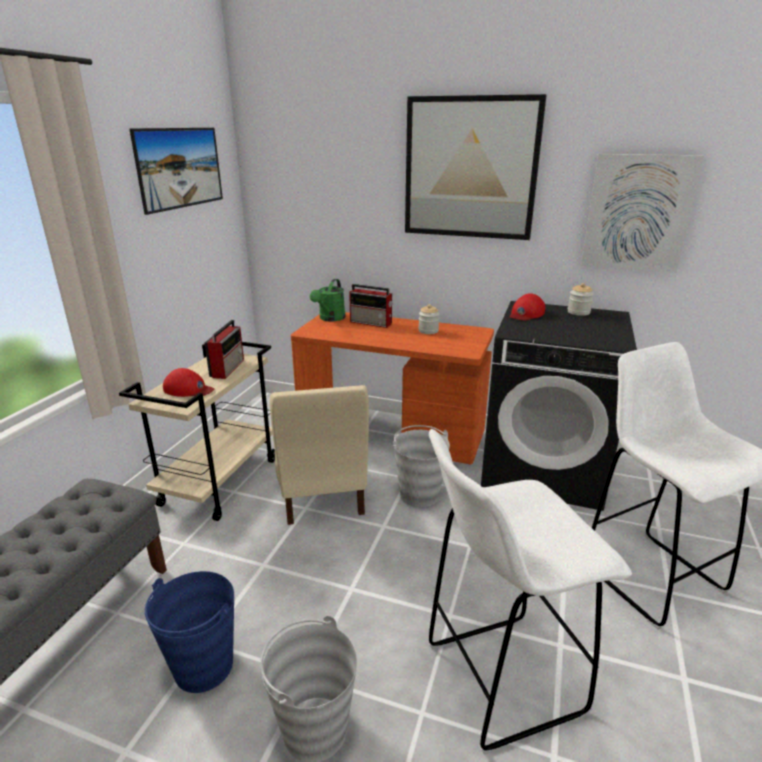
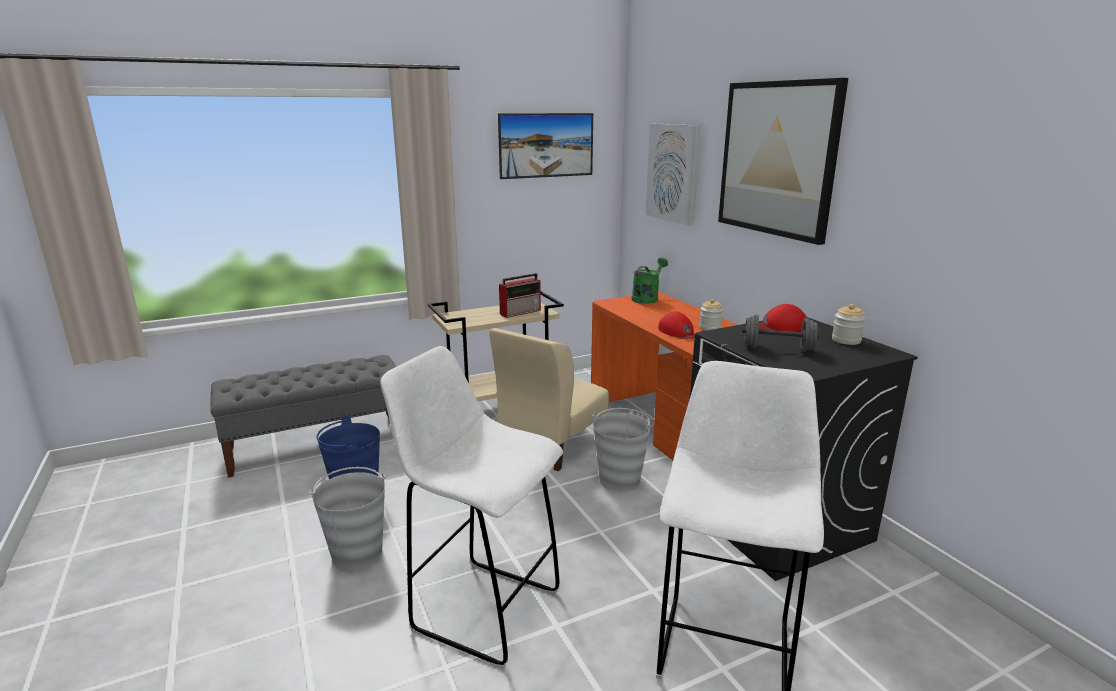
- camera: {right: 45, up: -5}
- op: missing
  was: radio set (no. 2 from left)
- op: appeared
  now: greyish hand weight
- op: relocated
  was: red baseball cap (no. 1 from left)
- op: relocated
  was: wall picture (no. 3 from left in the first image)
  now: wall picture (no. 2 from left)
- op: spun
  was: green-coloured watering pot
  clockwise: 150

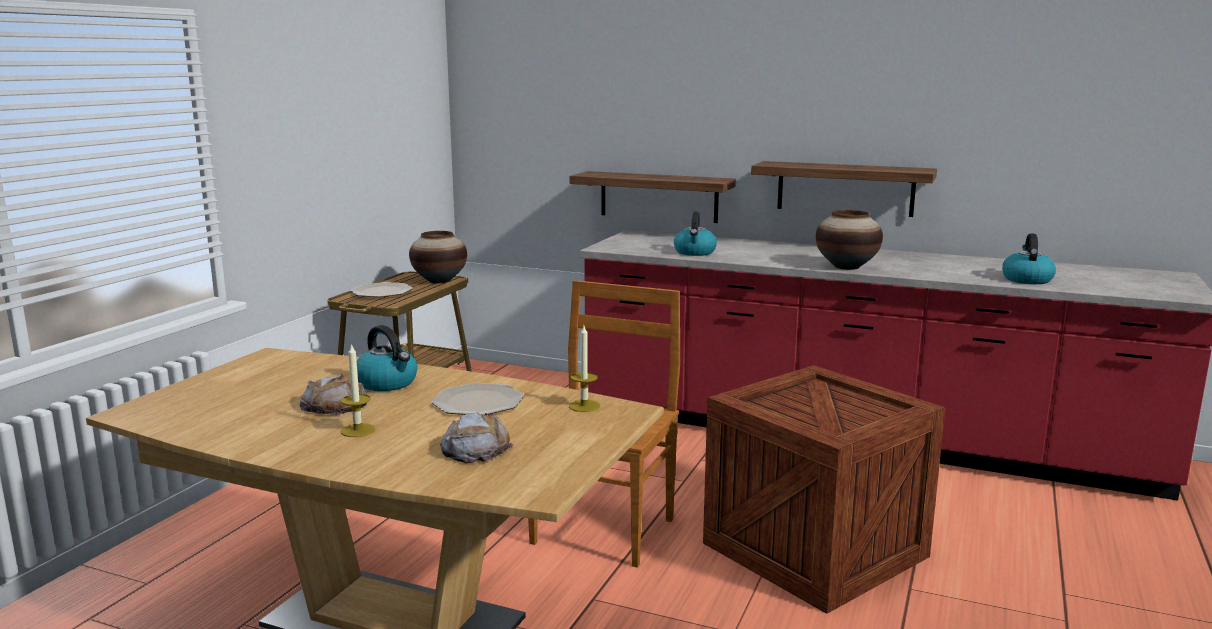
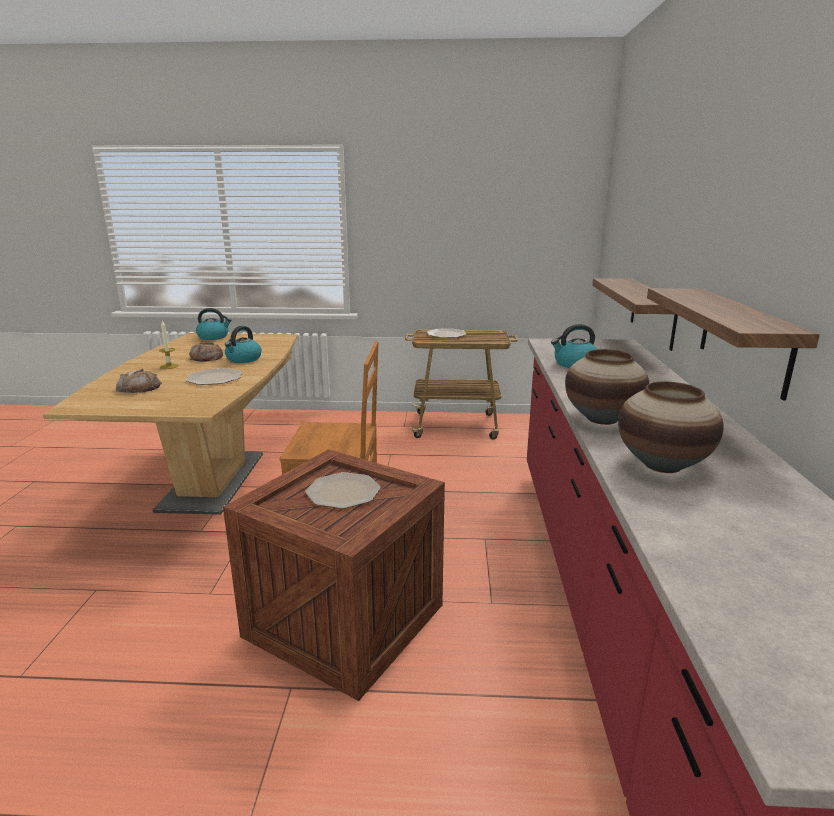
- camera: {right: 70, up: 5}
- op: missing
  was: wax light (no. 2 from left)
- op: appeared
  now: plate (no. 2 from left)
- op: relocated
  was: vase (no. 1 from left in the first image)
  now: vase (no. 2 from left)
- op: relocated
  was: water kettle (no. 3 from left in the first image)
  now: water kettle (no. 1 from left)

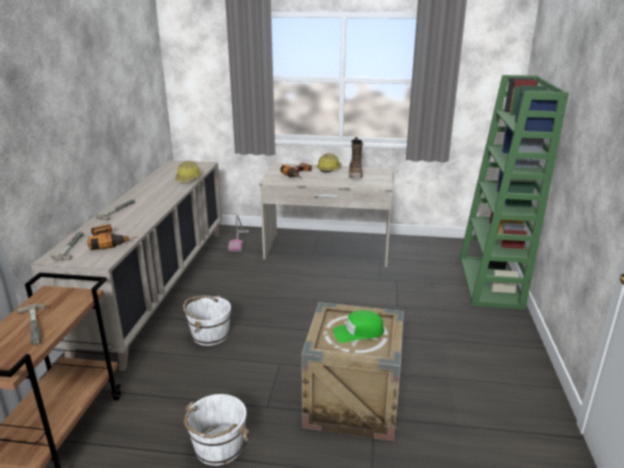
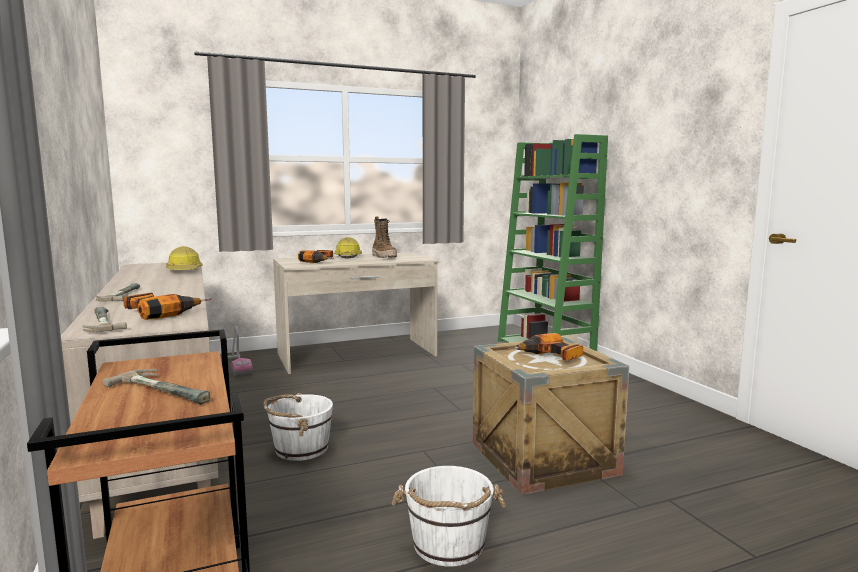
- camera: {right: -30, up: -15}
- op: exchanged
  was: green-coloured baseball cap
  now: electric drill (no. 3 from left)

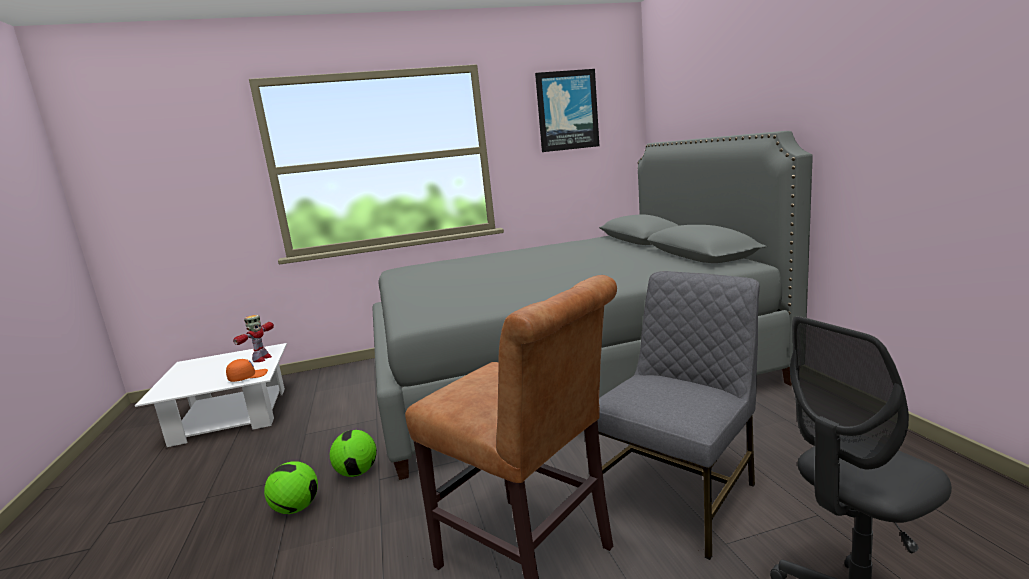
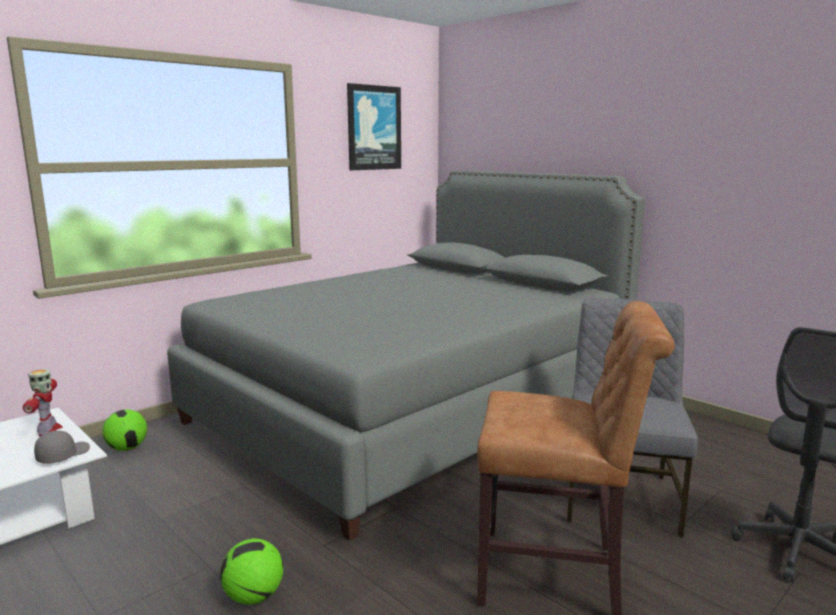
- camera: {right: -30, up: 0}
- op: relocated
  was: football (no. 2 from left in the first image)
  now: football (no. 1 from left)
- op: colour
  was: orange baseball cap
  now: greyish baseball cap

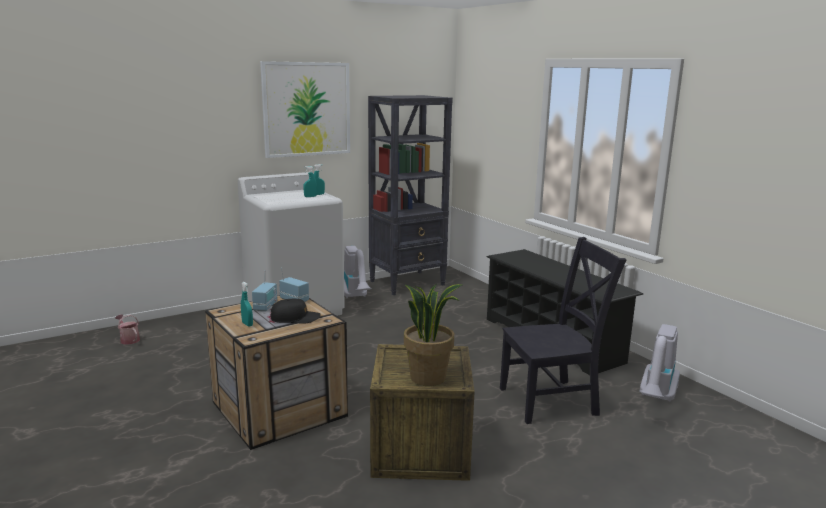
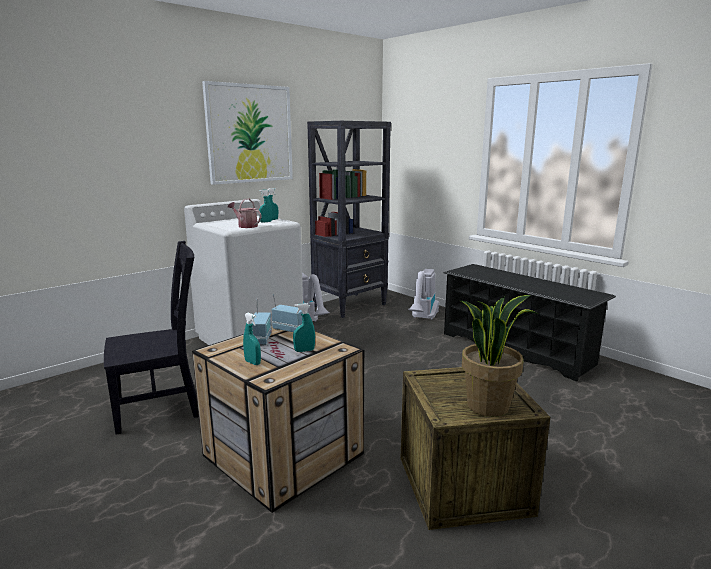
- camera: {right: -10, up: 0}
- op: relocated
  was: watering pot
- op: relocated
  was: black upright chair
- op: relocated
  was: vacuum (no. 2 from left)
- op: exchanged
  was: black baseball cap
  now: blue-green spray bottle (no. 4 from left)

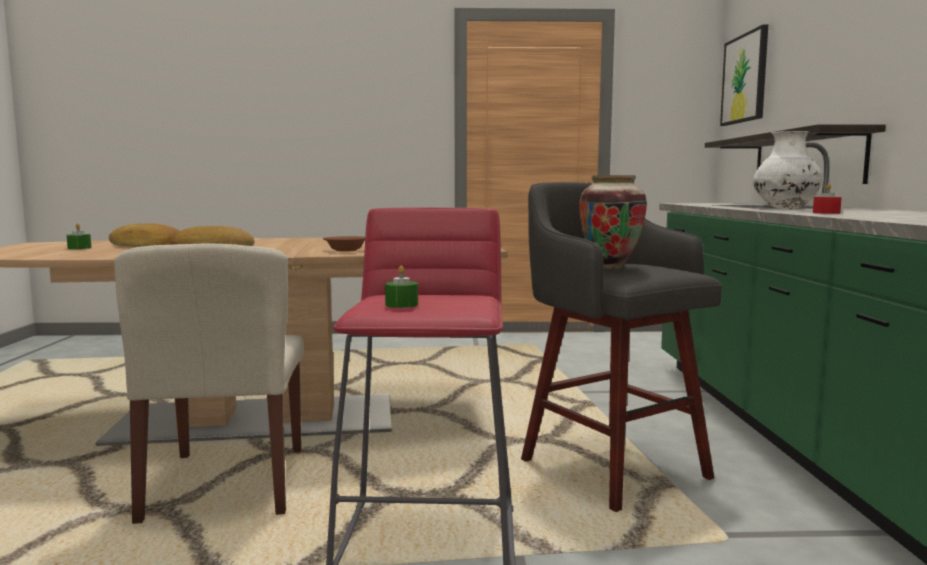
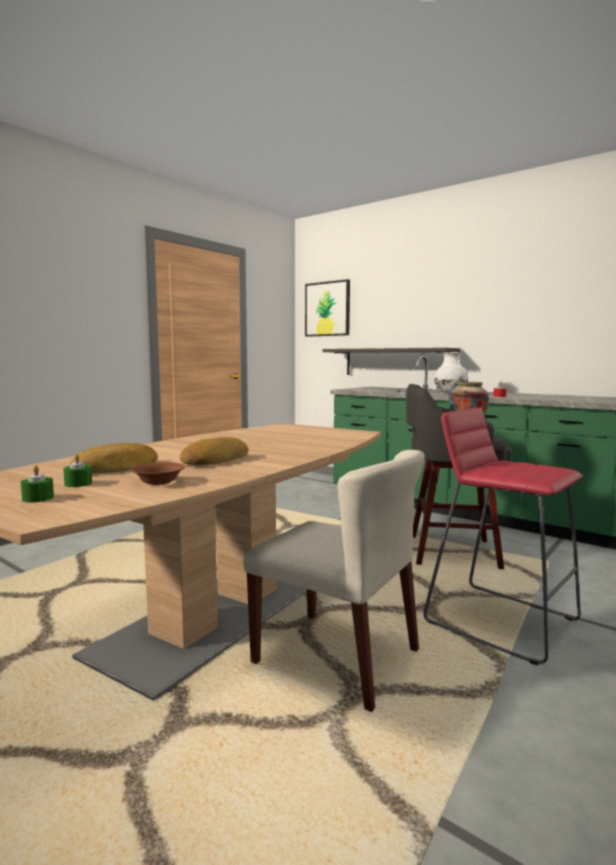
- camera: {right: -50, up: 0}
- op: relocated
  was: brown serving bowl
- op: relocated
  was: green-coloured wax light (no. 2 from left in the first image)
  now: green-coloured wax light (no. 1 from left)

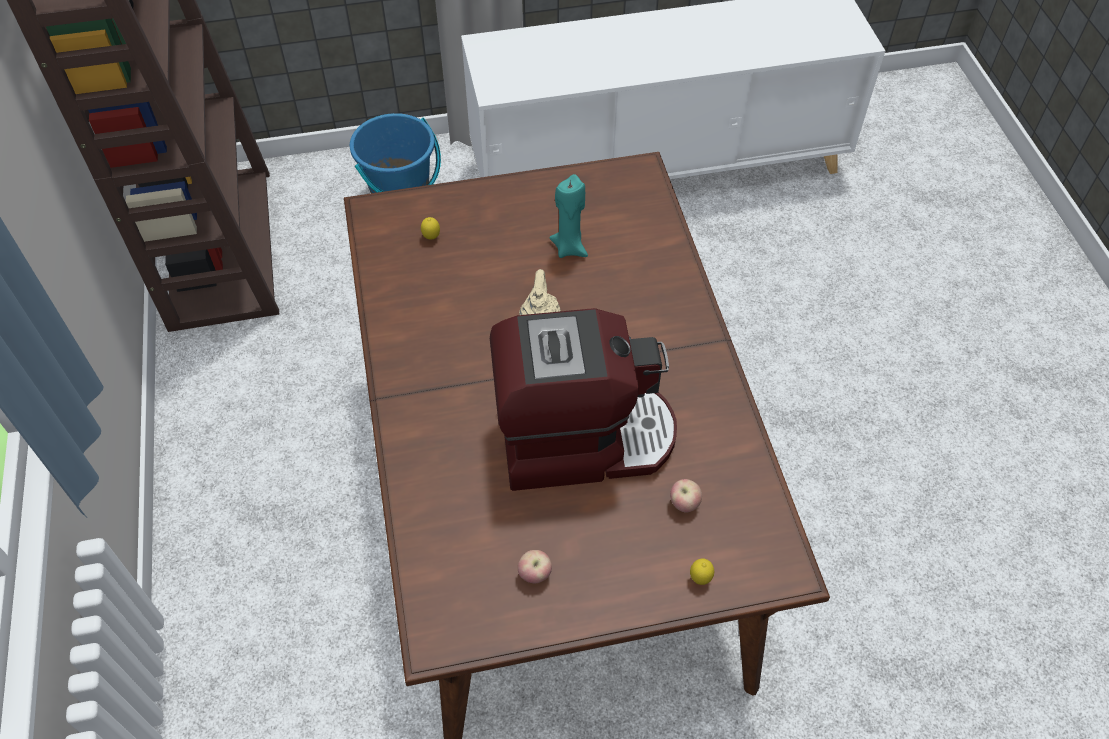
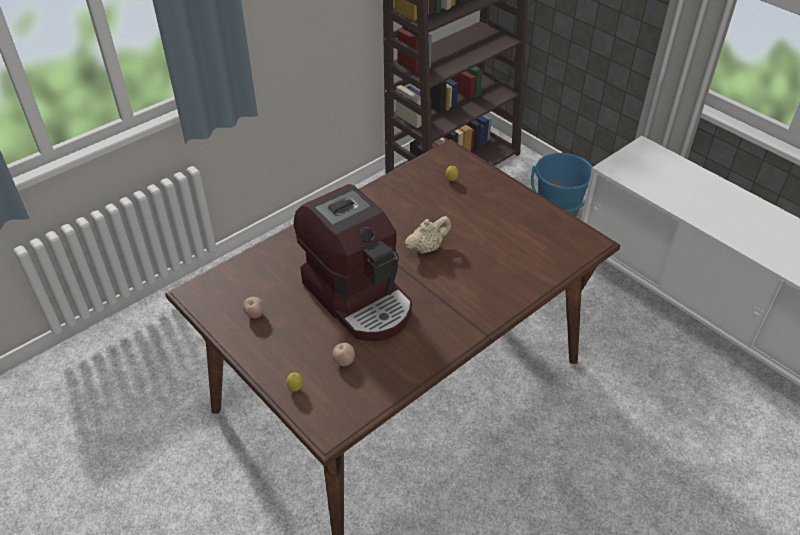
- camera: {right: 60, up: -10}
- op: missing
  was: blue-green wax light

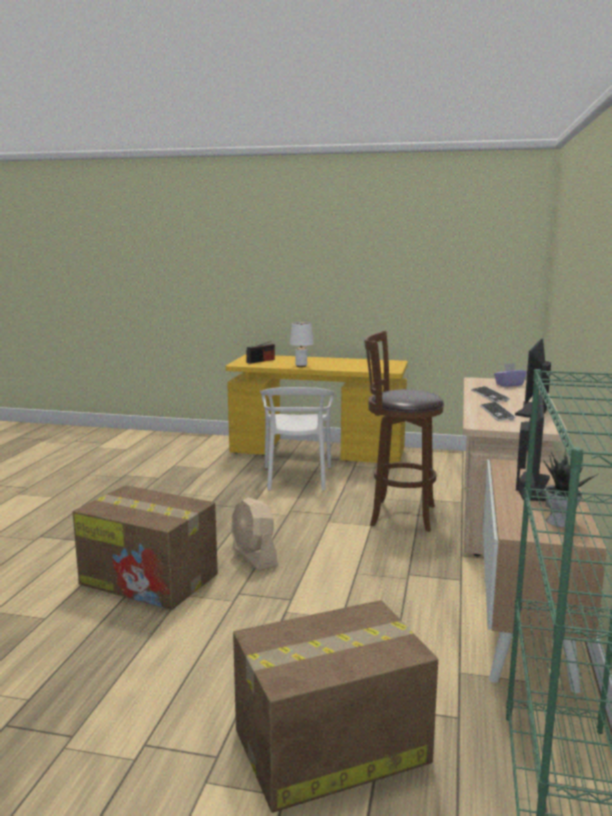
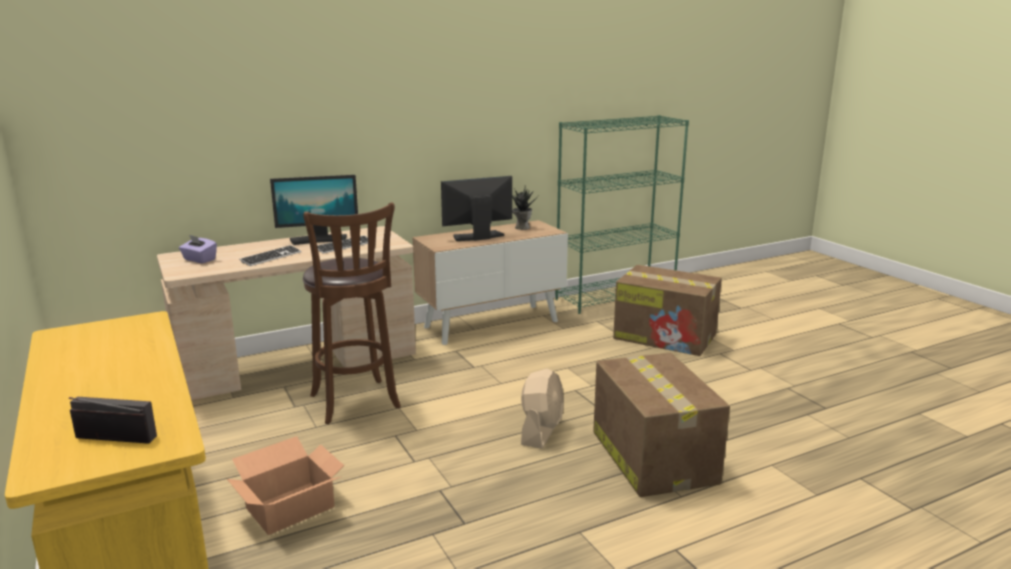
- camera: {right: -130, up: 5}
- op: missing
  was: white-coloured lamp for a table
- op: exchanged
  was: white-coloured upright chair
  now: carton (no. 1 from left)

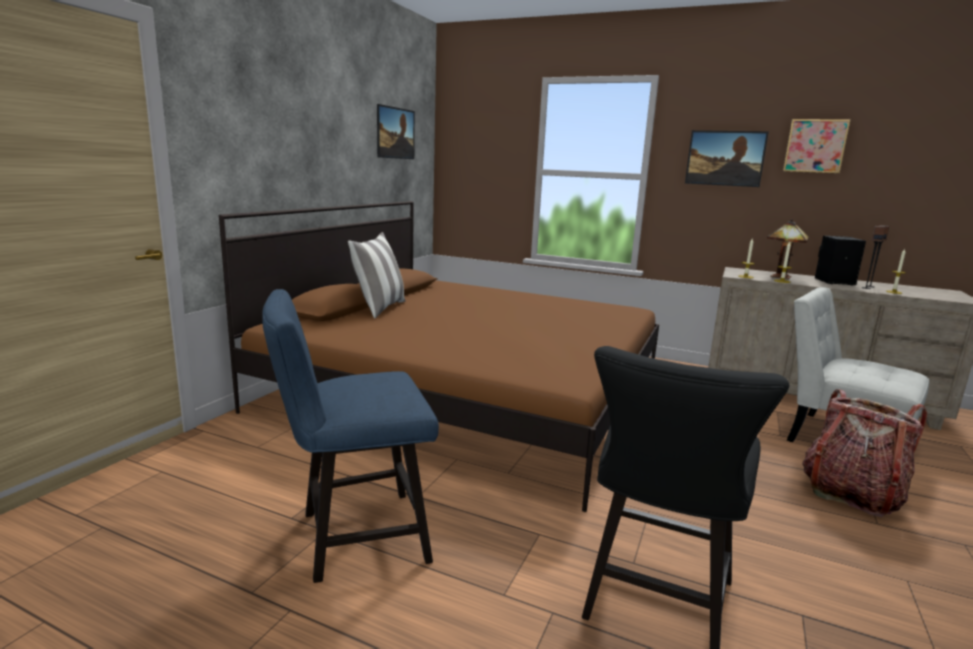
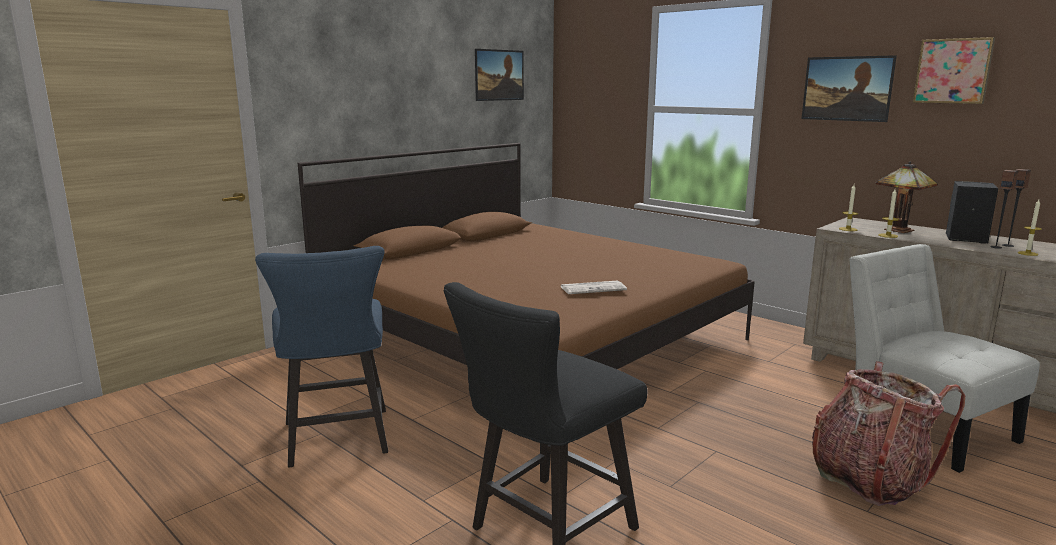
- camera: {right: 20, up: 0}
- op: missing
  was: pillow
- op: appeared
  now: daily paper
- op: spun
  was: blue upright chair
  clockwise: -105

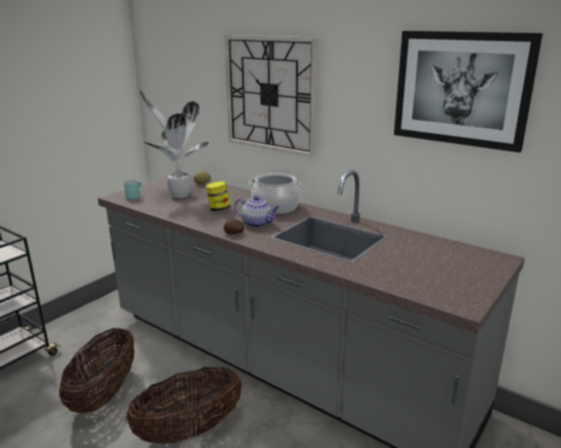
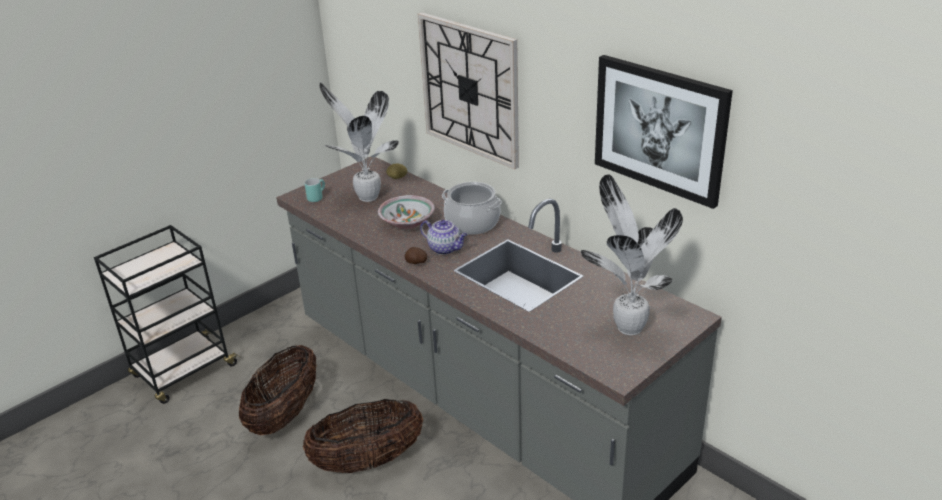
- camera: {right: 10, up: 10}
- op: appeared
  now: potted plant (no. 2 from left)
- op: exchanged
  was: storage jar
  now: serving bowl

